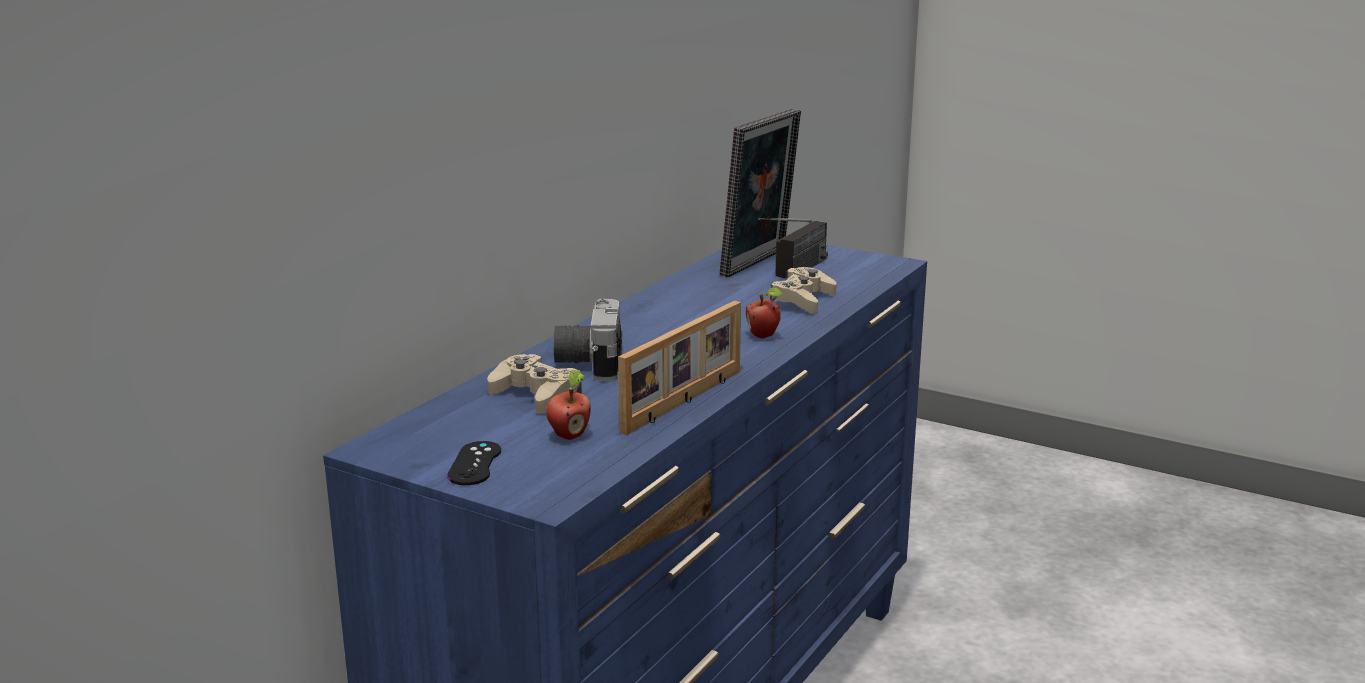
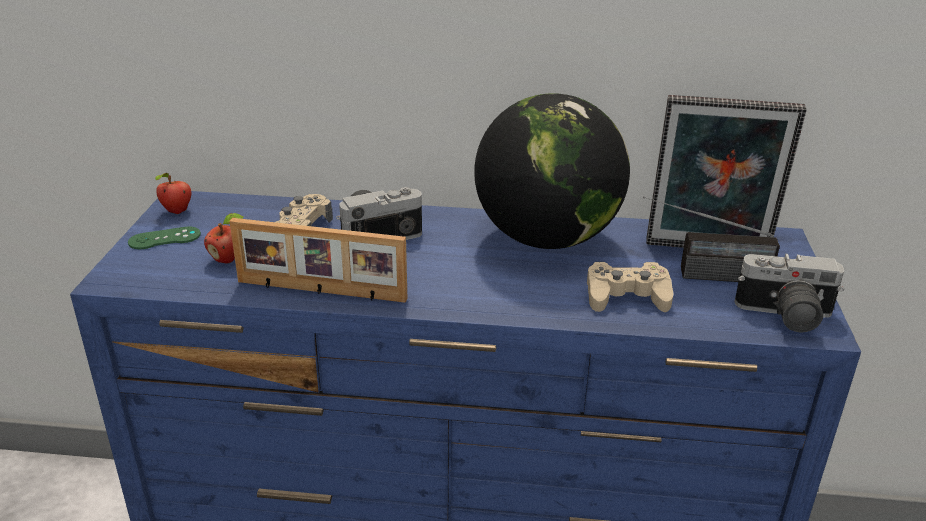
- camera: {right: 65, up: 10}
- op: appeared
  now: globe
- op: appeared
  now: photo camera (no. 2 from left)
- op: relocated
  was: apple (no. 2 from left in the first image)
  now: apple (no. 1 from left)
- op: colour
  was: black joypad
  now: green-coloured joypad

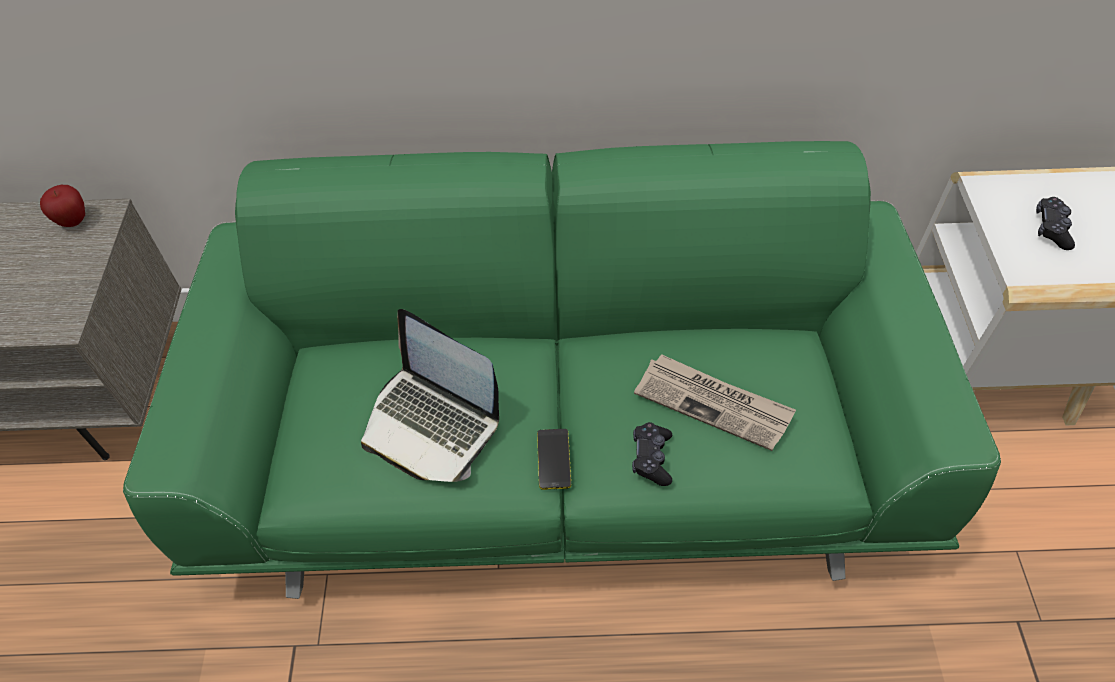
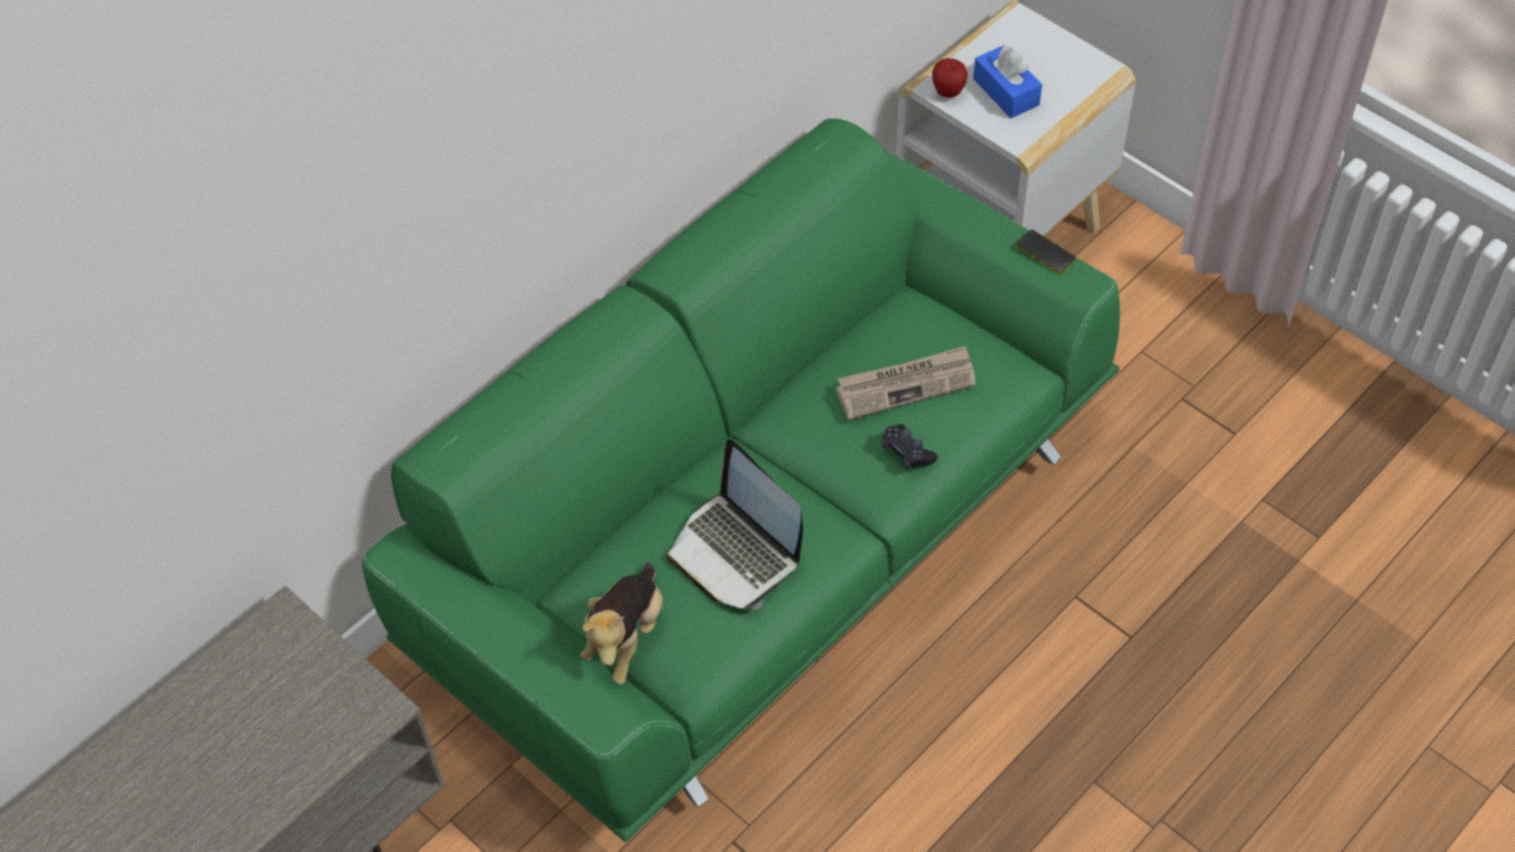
- camera: {right: -45, up: 0}
- op: appeared
  now: soft toy
- op: relocated
  was: apple
- op: relocated
  was: phone
- op: exchanged
  was: black joypad (no. 2 from left)
  now: blue tissue box
- op: spun
  was: portable computer
  clockwise: 60

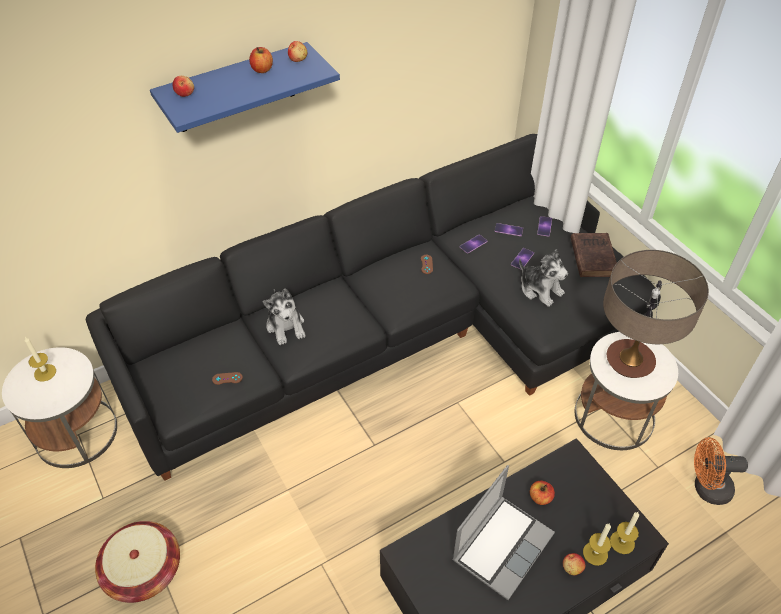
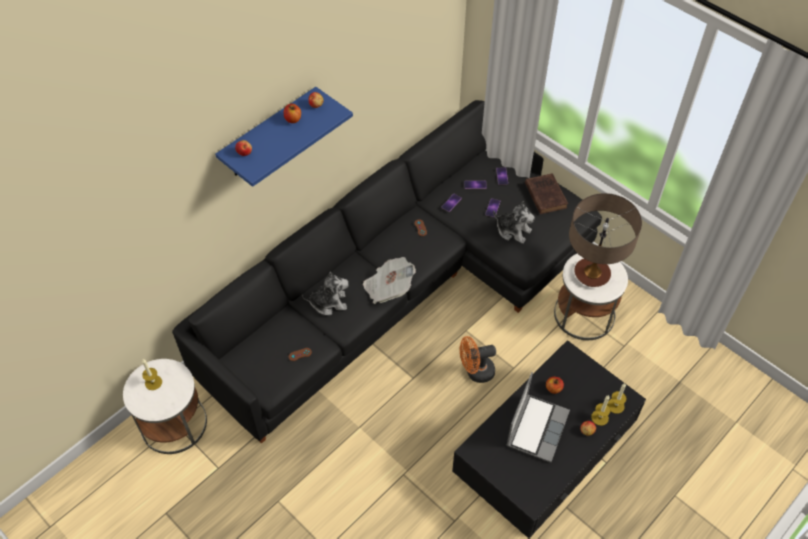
- camera: {right: -15, up: 5}
- op: missing
  was: storage basket
- op: appeared
  now: daily paper
- op: relocated
  was: orange fan
- op: spun
  was: soft toy (no. 1 from left)
  clockwise: -60

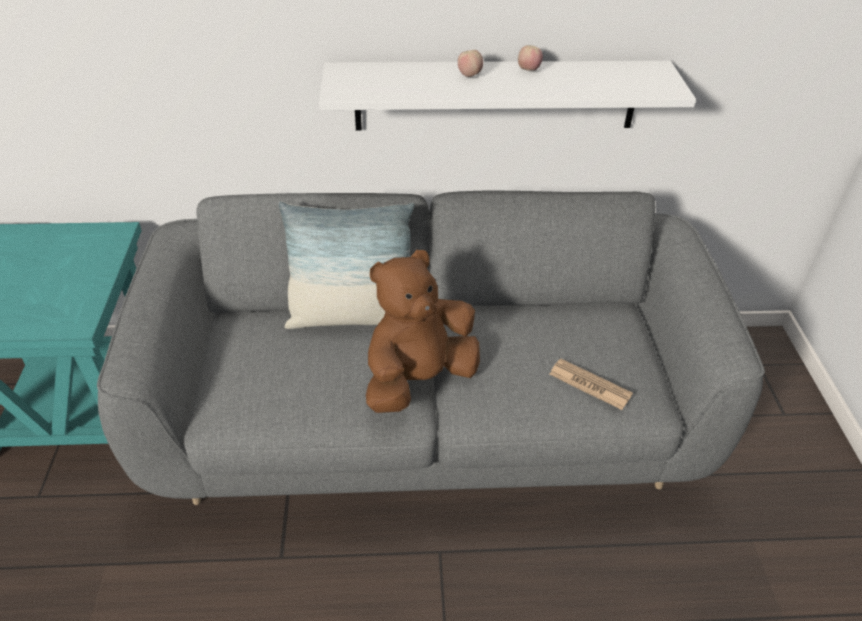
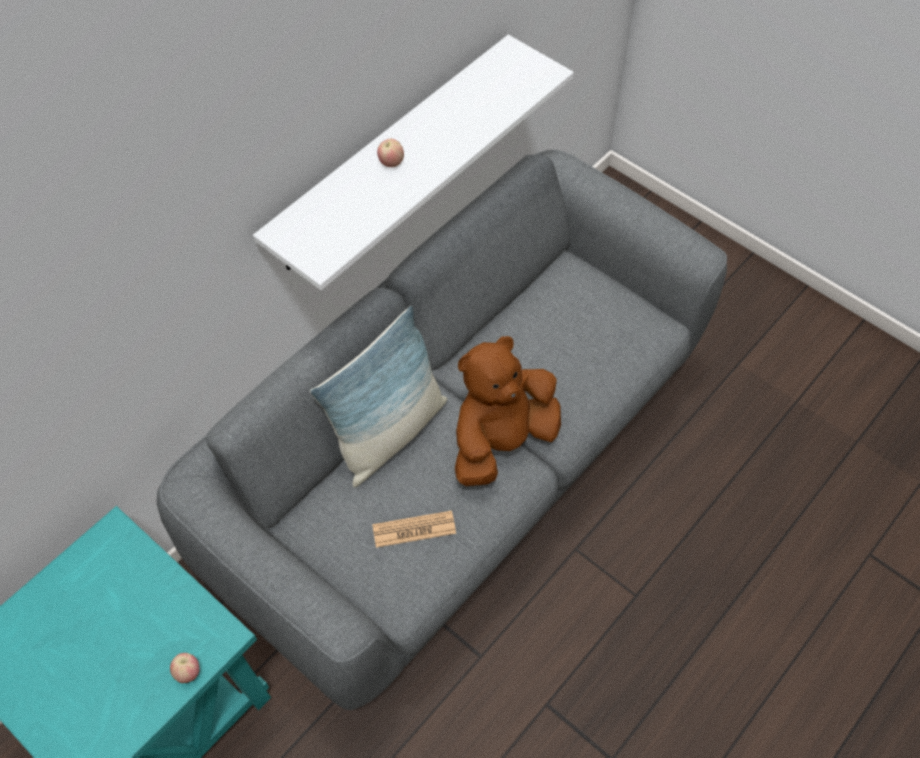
- camera: {right: -45, up: 15}
- op: relocated
  was: apple (no. 2 from left in the first image)
  now: apple (no. 1 from left)
- op: relocated
  was: daily paper
- op: spun
  was: brown soft toy
  clockwise: 45

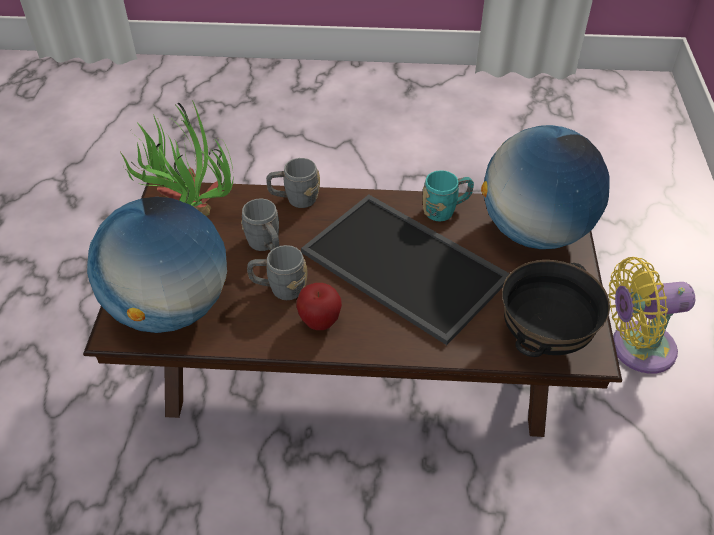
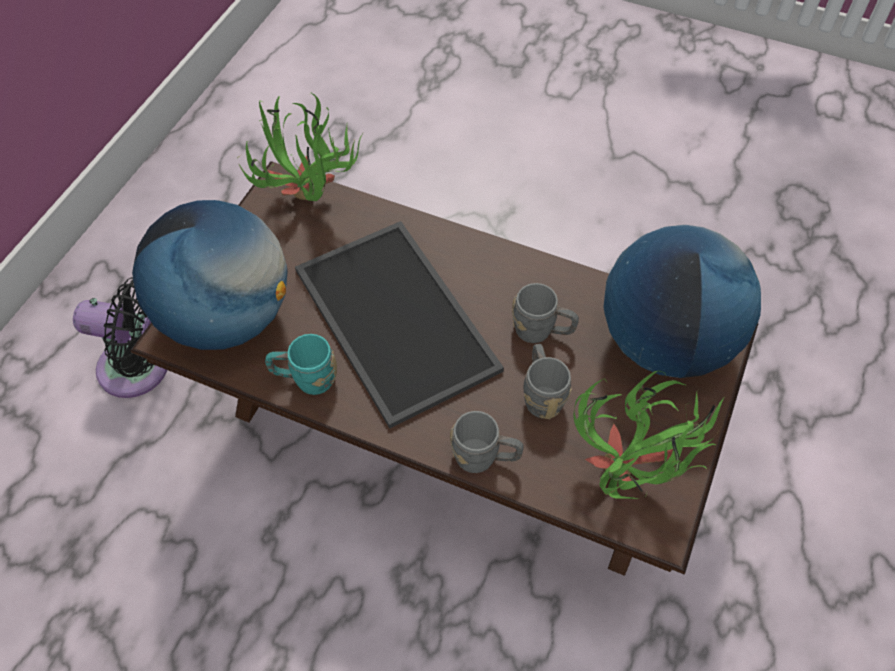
- camera: {right: -160, up: 10}
- op: missing
  was: apple
- op: exchanged
  was: black serving bowl
  now: potted plant (no. 1 from left)
- op: colour
  was: yellow fan
  now: black fan

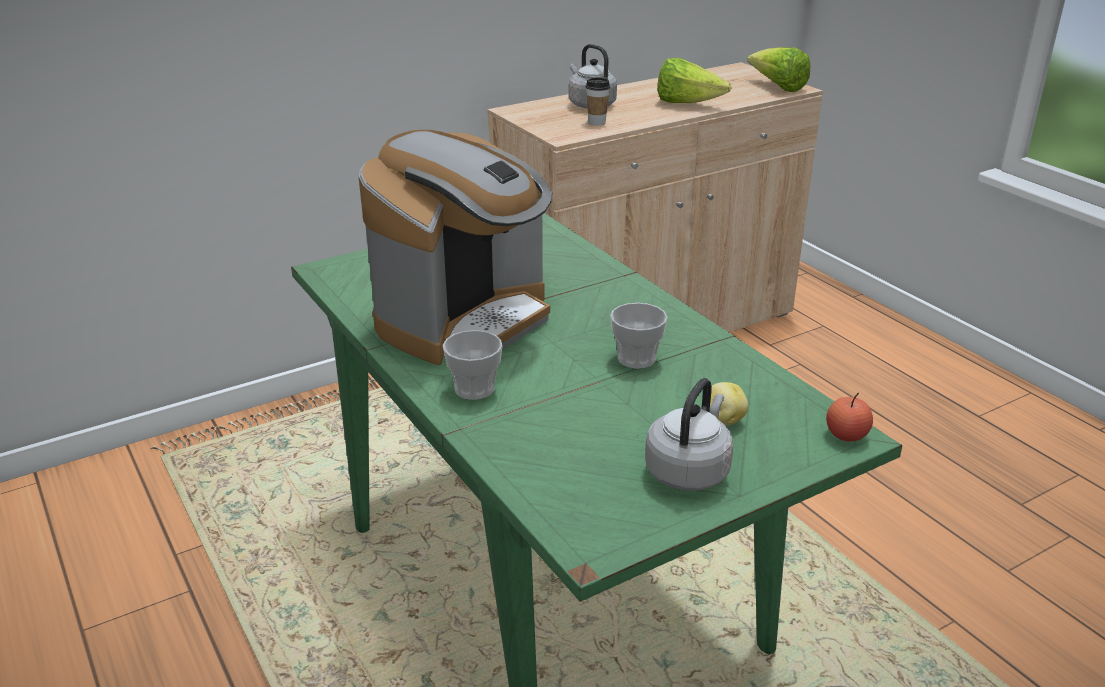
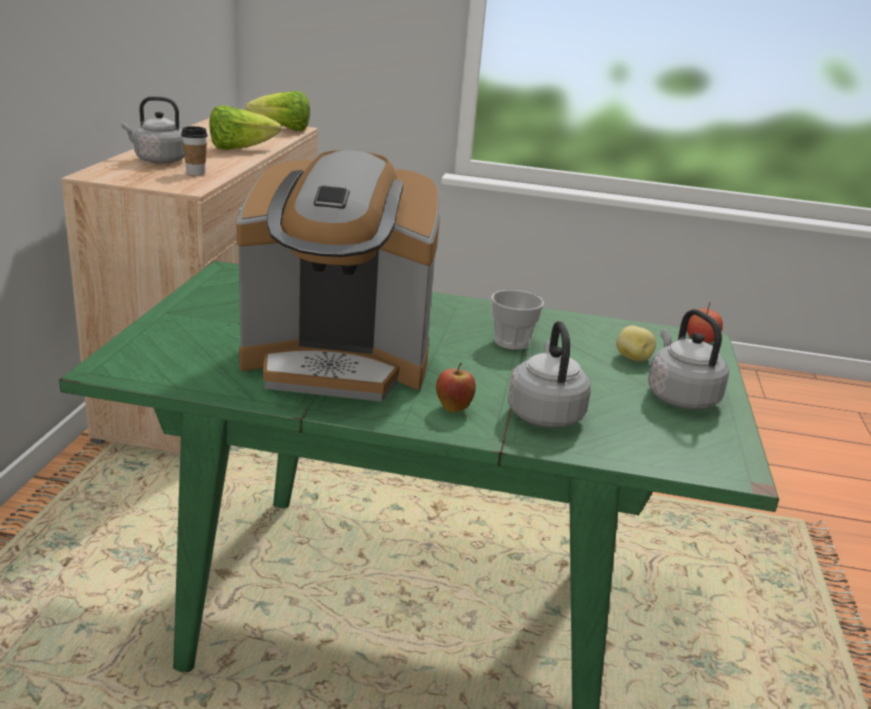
- camera: {right: -50, up: -5}
- op: appeared
  now: greyish water kettle (no. 2 from left)
- op: exchanged
  was: cup (no. 1 from left)
  now: apple (no. 1 from left)
- op: spun
  was: coffee machine
  clockwise: 105

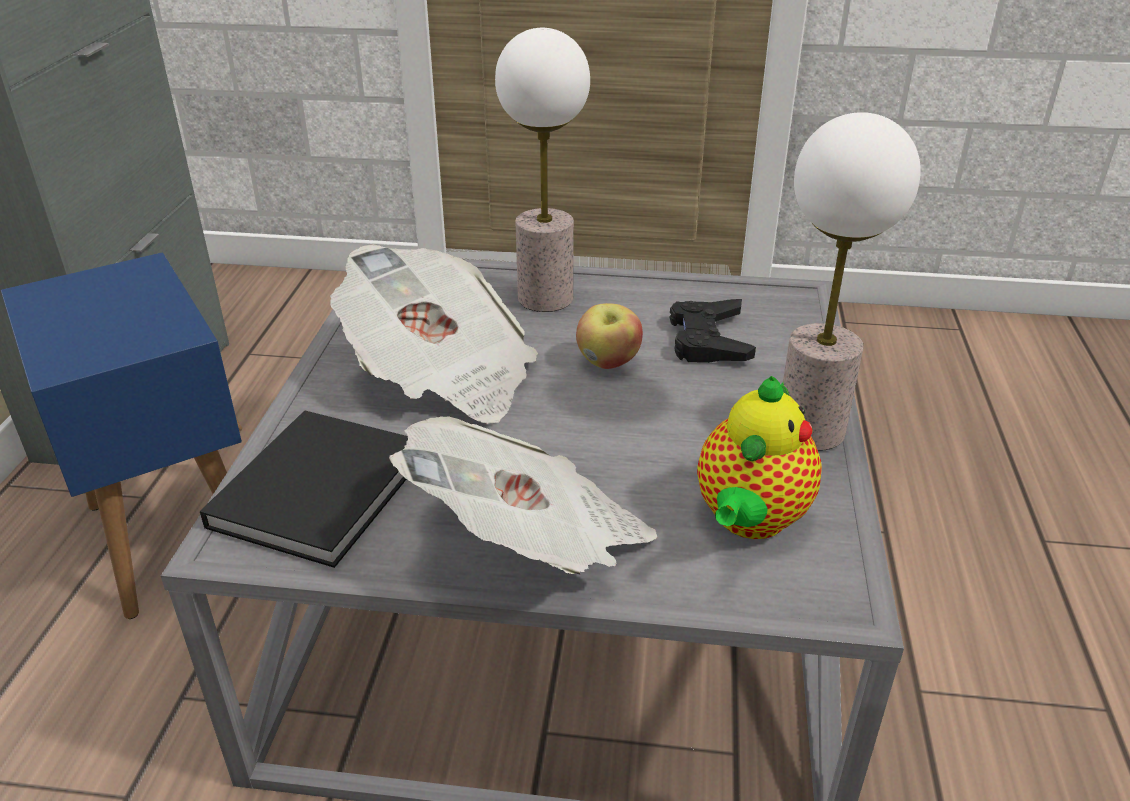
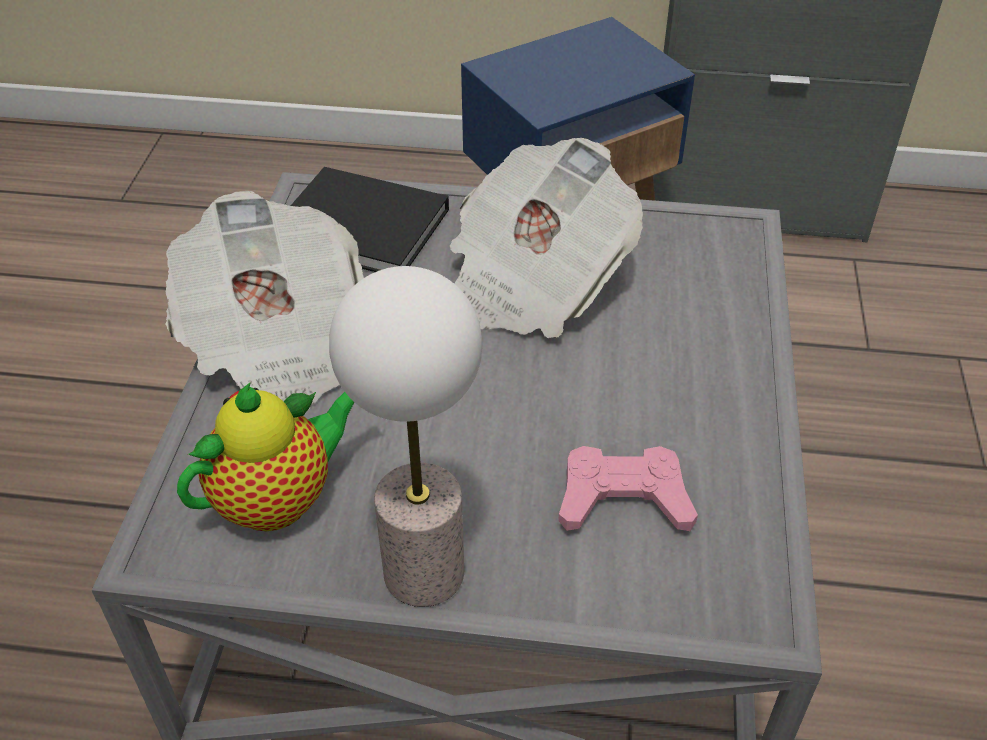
- camera: {right: 90, up: 10}
- op: missing
  was: lamp for a table (no. 1 from left)
- op: missing
  was: apple
- op: colour
  was: black joypad
  now: pinkish joypad
- op: spun
  was: tea pot
  clockwise: 120

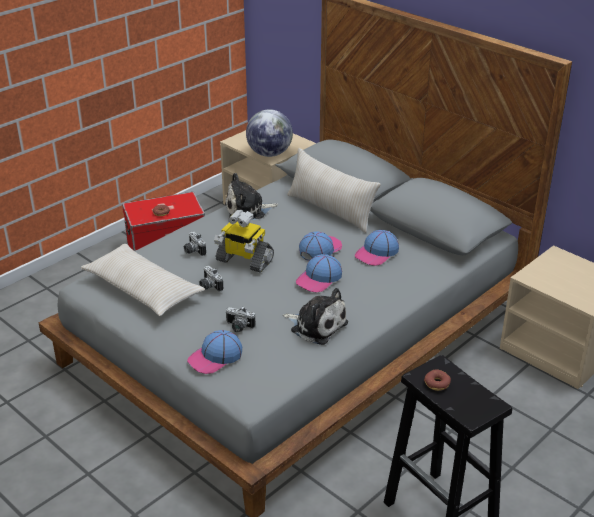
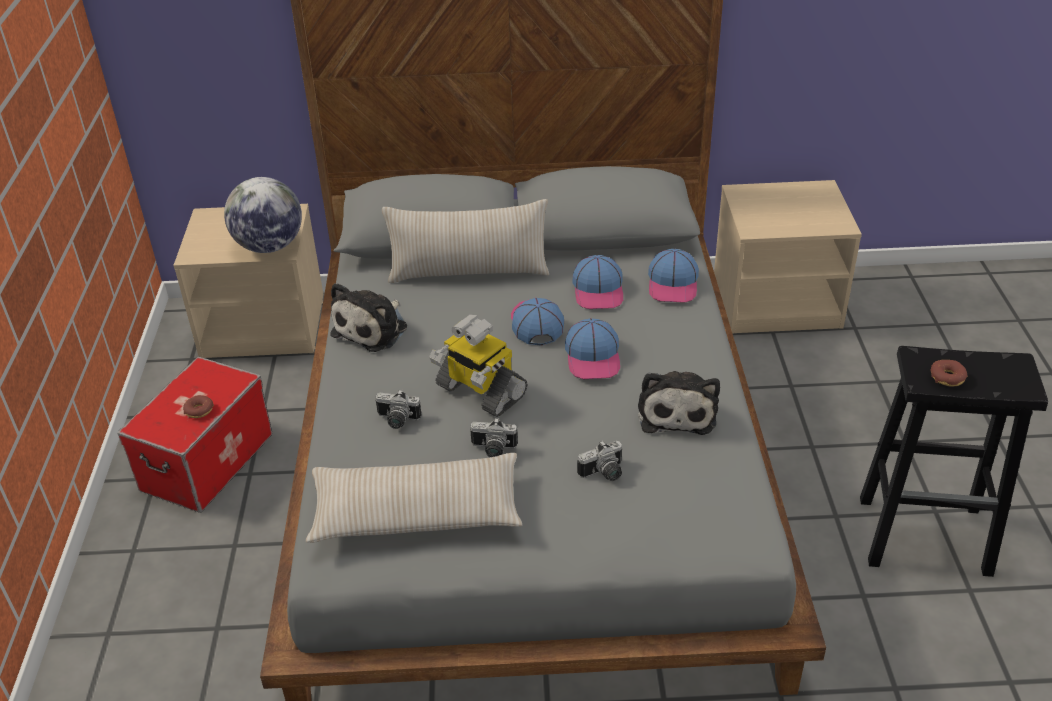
- camera: {right: -45, up: 5}
- op: relocated
  was: baseball cap (no. 1 from left in the first image)
  now: baseball cap (no. 4 from left)
- op: spun
  was: model robot
  clockwise: 60
- op: spun
  was: soft toy (no. 2 from left)
  clockwise: 105

